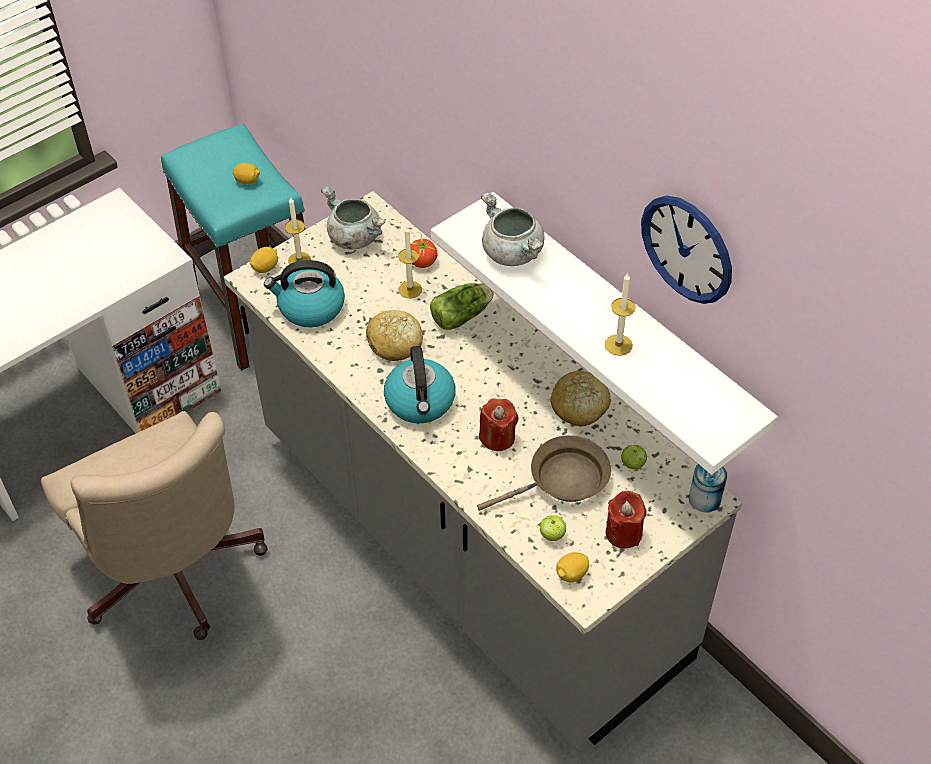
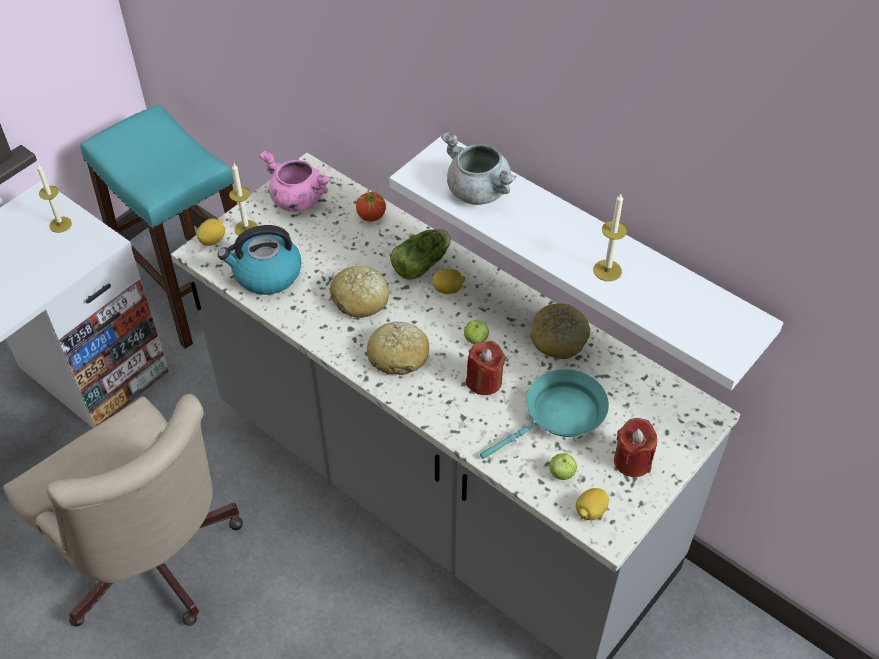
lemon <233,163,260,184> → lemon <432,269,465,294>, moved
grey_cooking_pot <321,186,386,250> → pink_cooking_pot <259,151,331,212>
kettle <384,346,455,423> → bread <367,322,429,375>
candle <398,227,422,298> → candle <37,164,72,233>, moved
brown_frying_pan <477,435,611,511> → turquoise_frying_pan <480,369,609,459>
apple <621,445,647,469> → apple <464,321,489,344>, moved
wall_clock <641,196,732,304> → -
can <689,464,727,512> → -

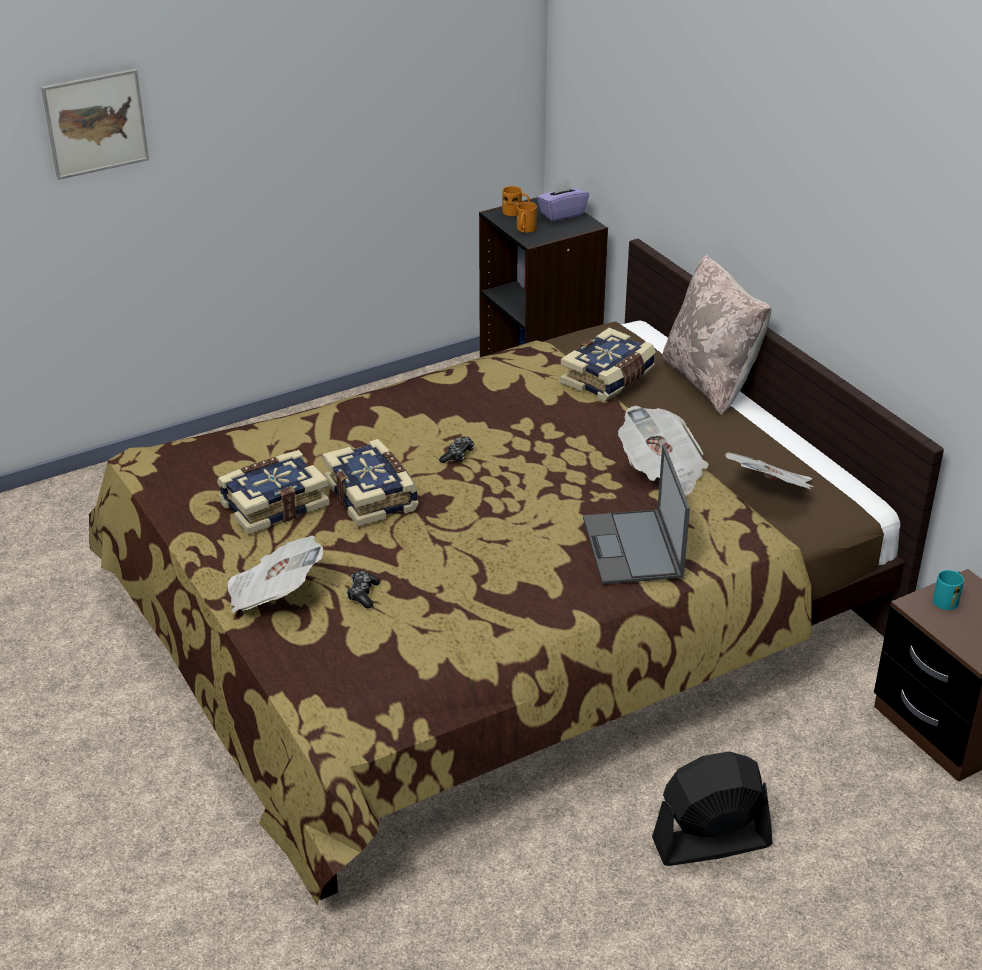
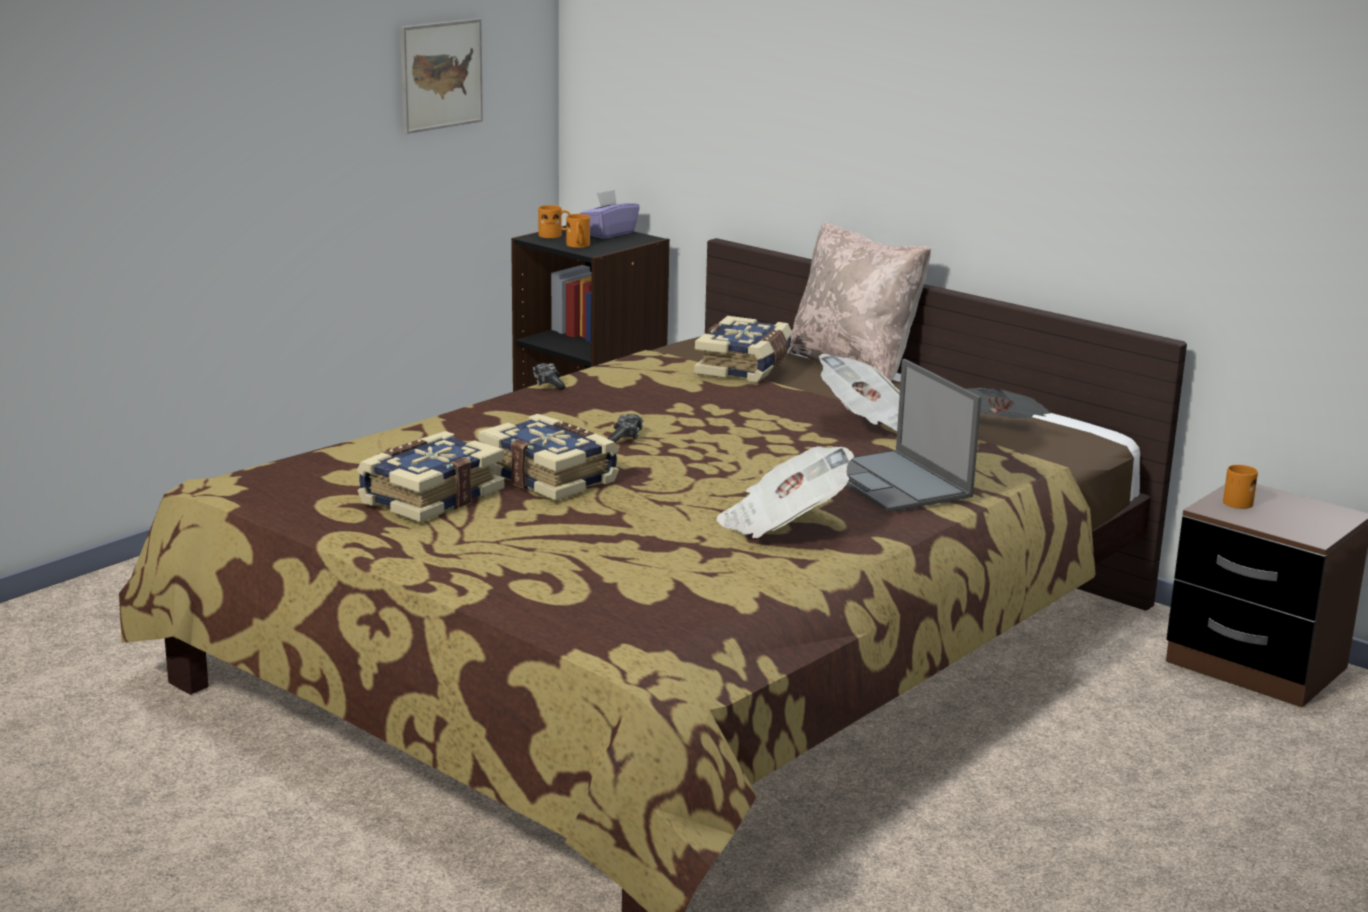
picture <41,69,149,180> → picture <400,18,483,134>, moved
newspaper <227,536,323,613> → newspaper <716,446,854,538>, moved
game_controller <346,571,380,608> → game_controller <533,363,566,390>, moved
black_fan <652,751,772,866> → -
turquoise_mug <933,570,964,610> → orange_mug <1223,465,1258,509>

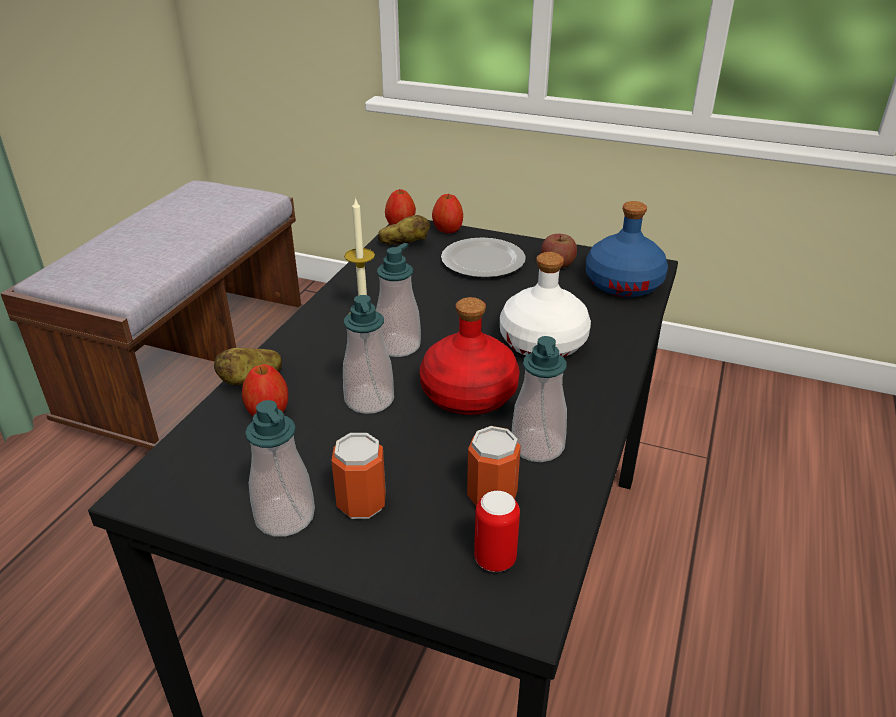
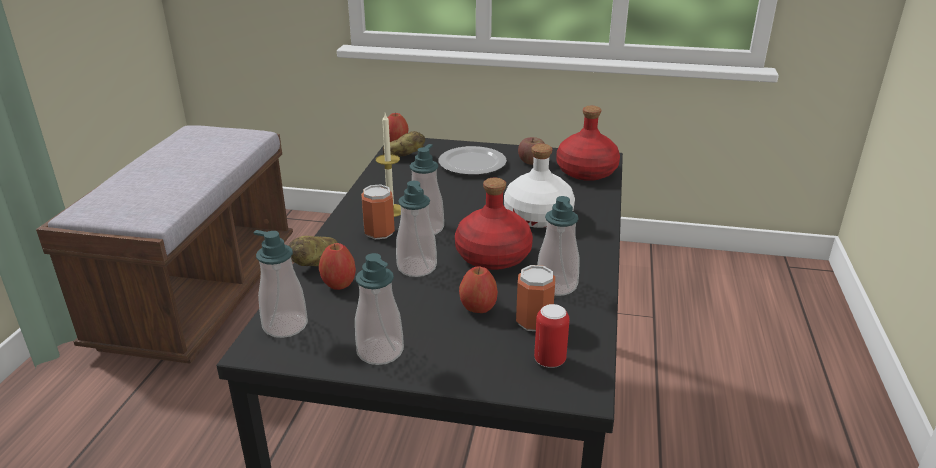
can <331,433,386,519> → can <361,184,395,239>, moved
apple <432,194,463,233> → apple <459,266,498,313>, moved
blue_bottle <586,201,668,297> → red_bottle <556,106,620,181>
- → soap_dispenser <253,230,308,338>

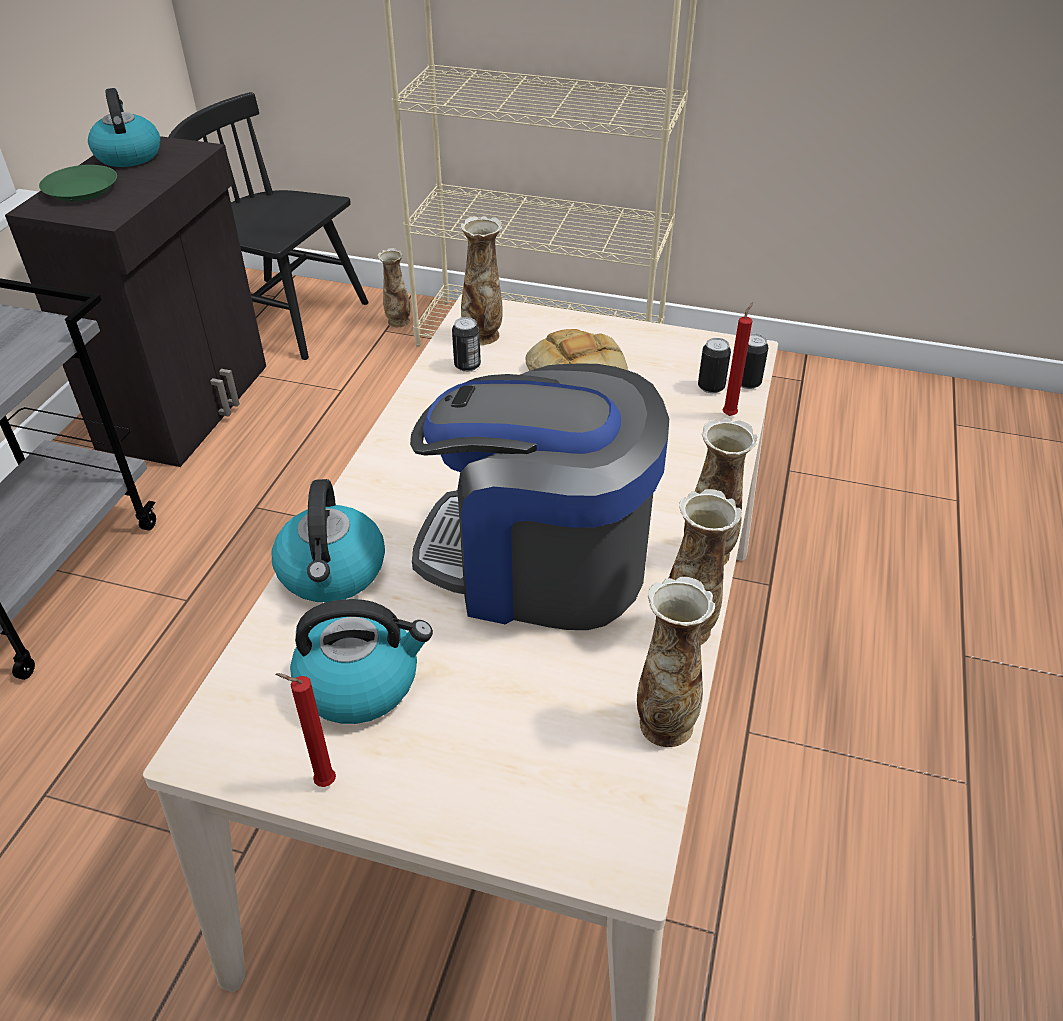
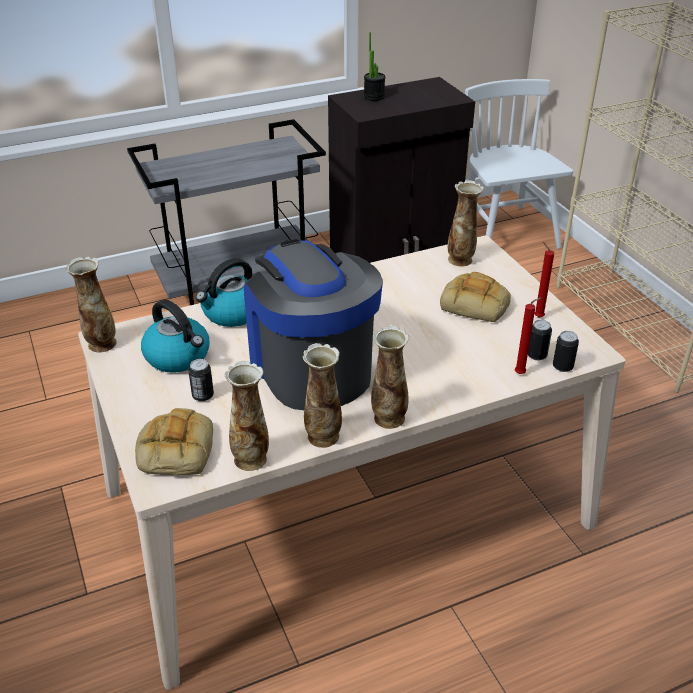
green_plate <39,165,117,202> → potted_plant <364,32,385,101>
kettle <88,88,160,167> → -
black_chair <168,92,369,360> → white_chair <465,79,573,249>
red_candle <276,673,336,787> → red_candle <534,242,554,317>, moved
vase <377,248,410,327> → vase <65,256,117,352>, moved
can <452,317,481,372> → can <188,359,214,402>, moved
- → bread <135,408,213,475>

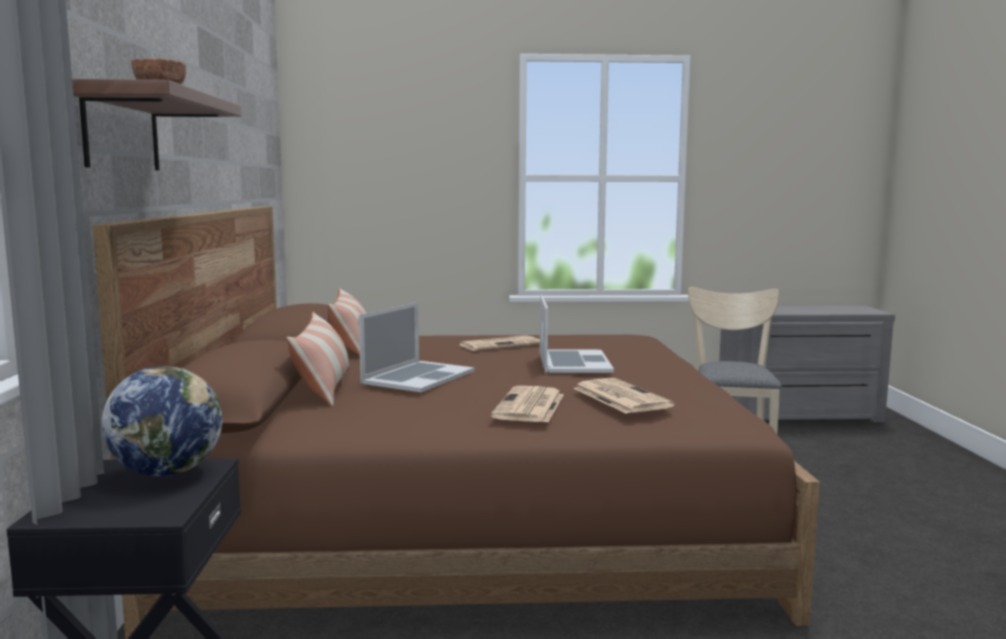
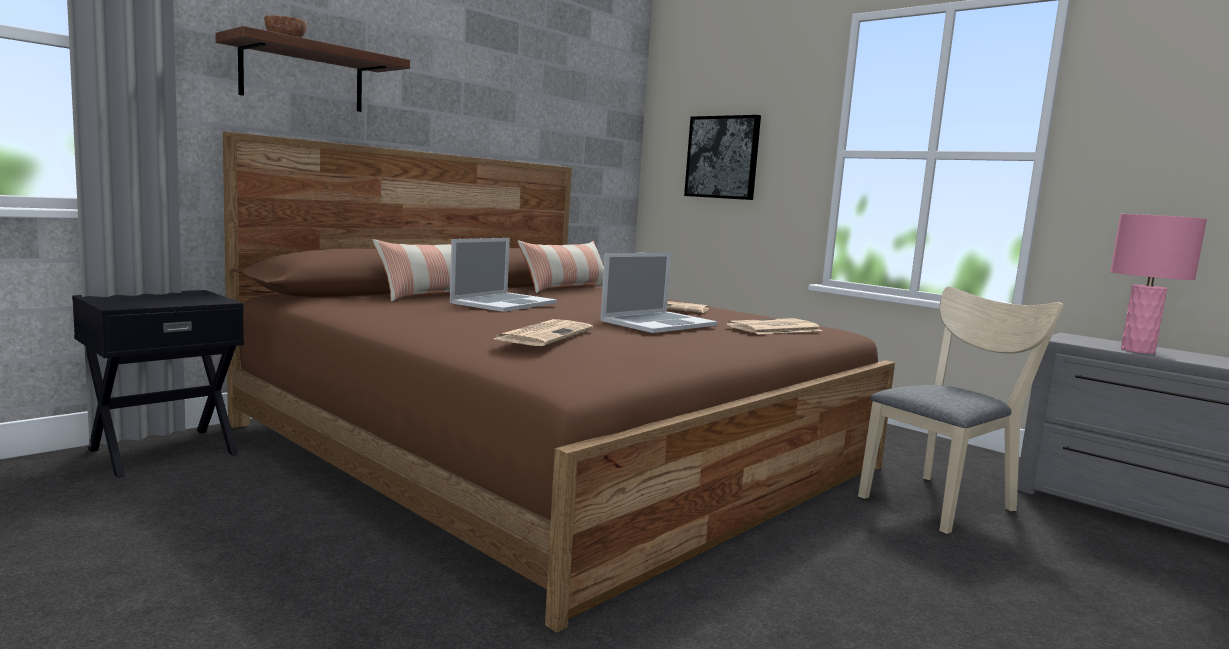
globe <102,366,222,477> → -
laptop <359,302,474,392> → laptop <450,238,557,312>, 45 degrees counterclockwise
newspaper <491,386,564,422> → newspaper <726,318,822,334>, moved
- → picture <684,115,761,200>
- → pink_table_lamp <1110,214,1207,354>

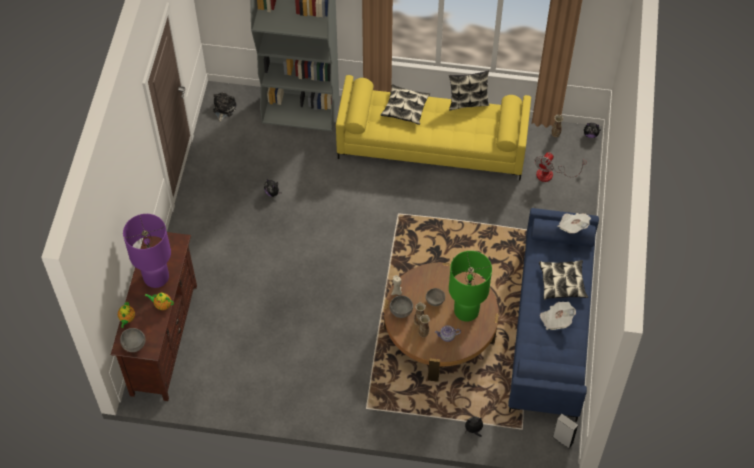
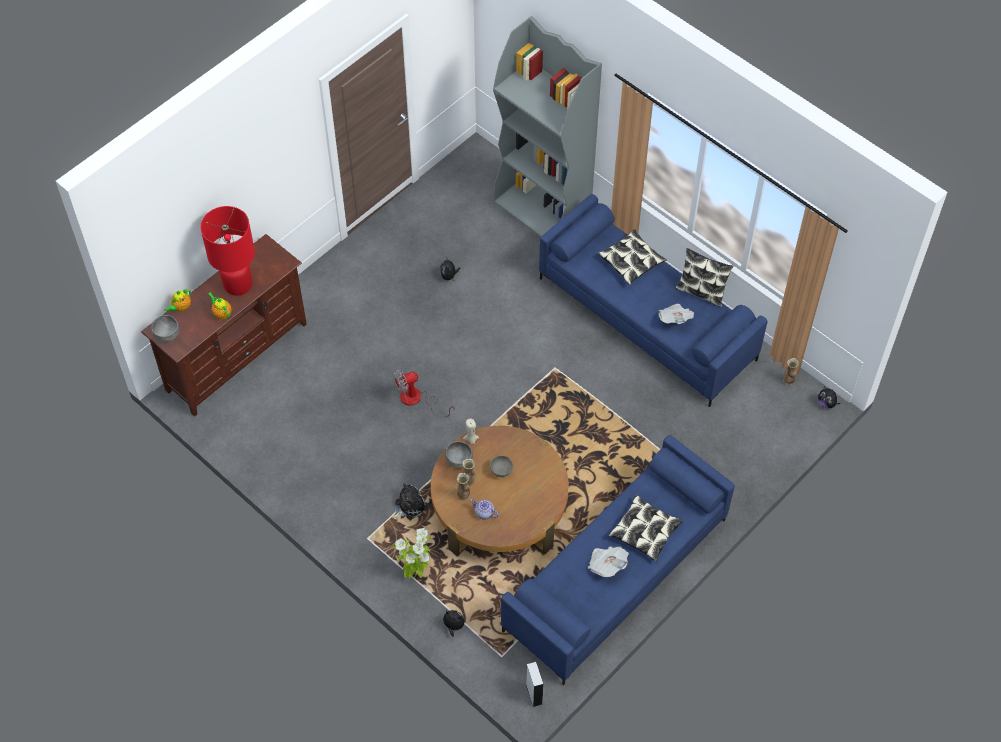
purple_table_lamp <123,214,171,288> → red_table_lamp <200,206,255,296>
plush_toy <213,92,237,122> → plush_toy <393,484,428,520>, moved
yellow_sofa <336,75,531,180> → blue_sofa <539,194,768,407>
green_table_lamp <449,251,492,322> → -
fan <535,152,587,182> → fan <394,369,455,417>, moved
newspaper <557,213,591,233> → newspaper <659,304,694,324>, moved
- → potted_plant <391,528,431,578>

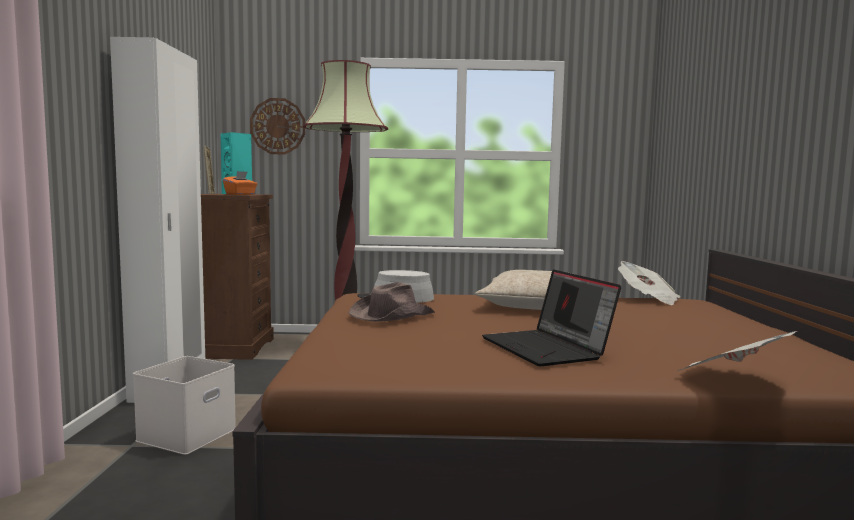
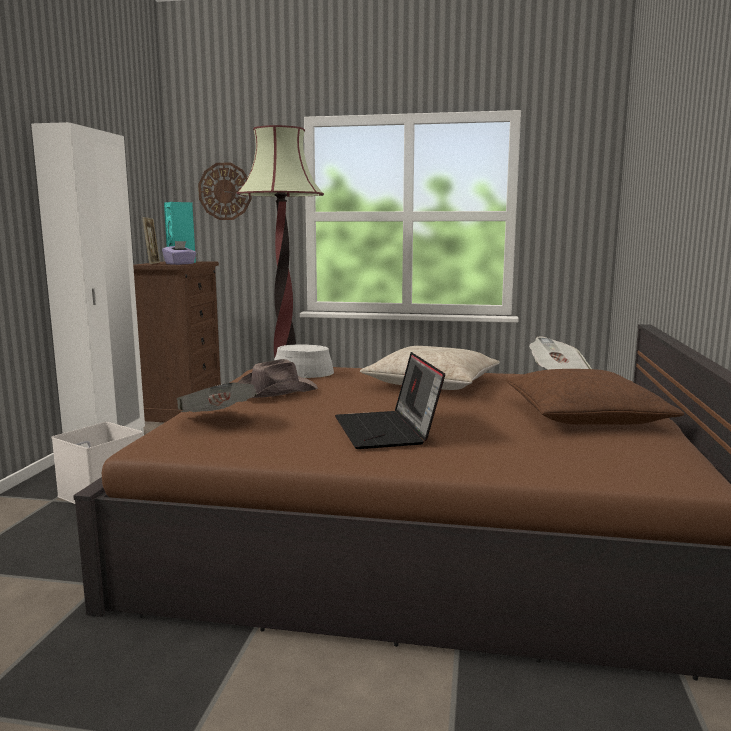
orange_tissue_box <223,171,257,195> → purple_tissue_box <162,241,196,265>
newspaper <677,331,797,371> → newspaper <176,382,257,412>, moved
- → brown_pillow <506,369,685,425>

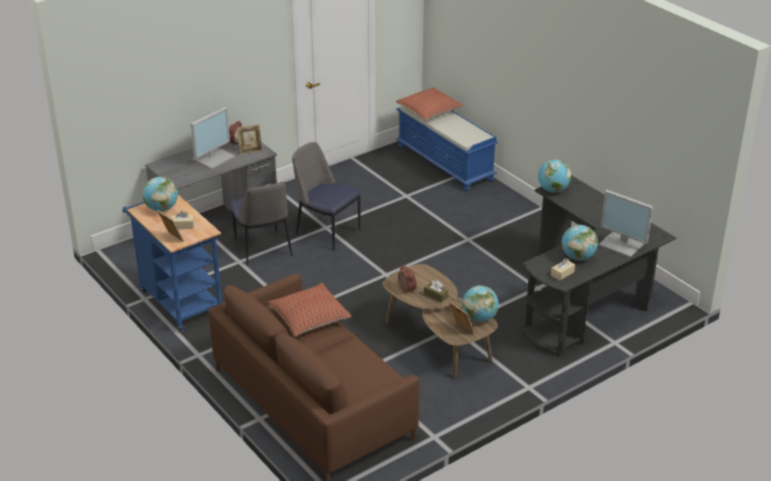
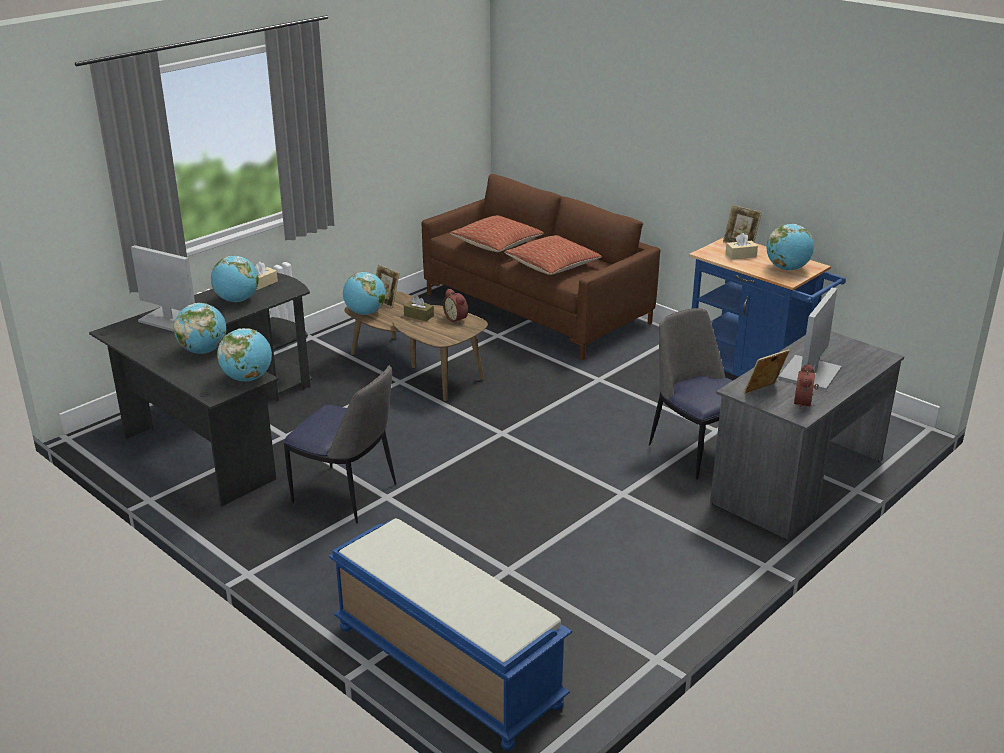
chair <292,142,361,250> → chair <283,365,396,523>, moved
pillow <396,87,463,120> → pillow <450,215,544,252>, moved
- → globe <174,303,226,354>

